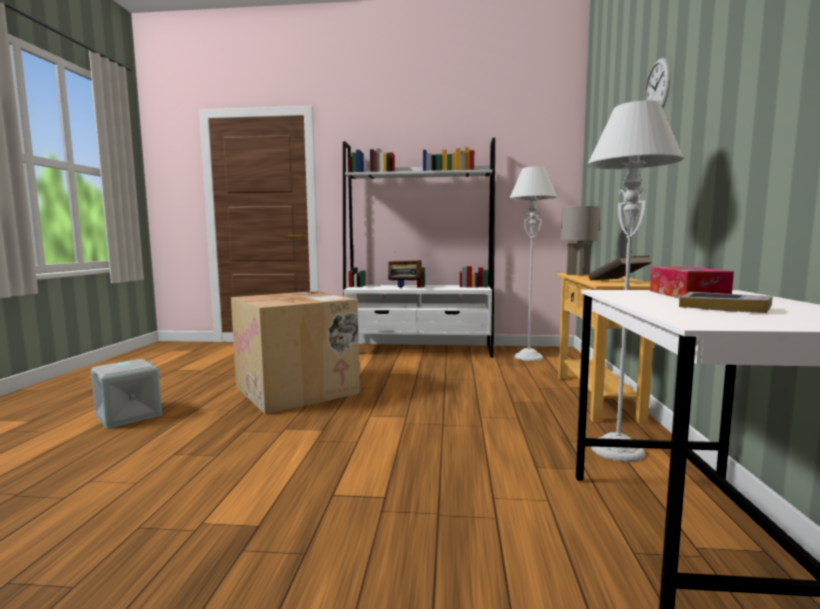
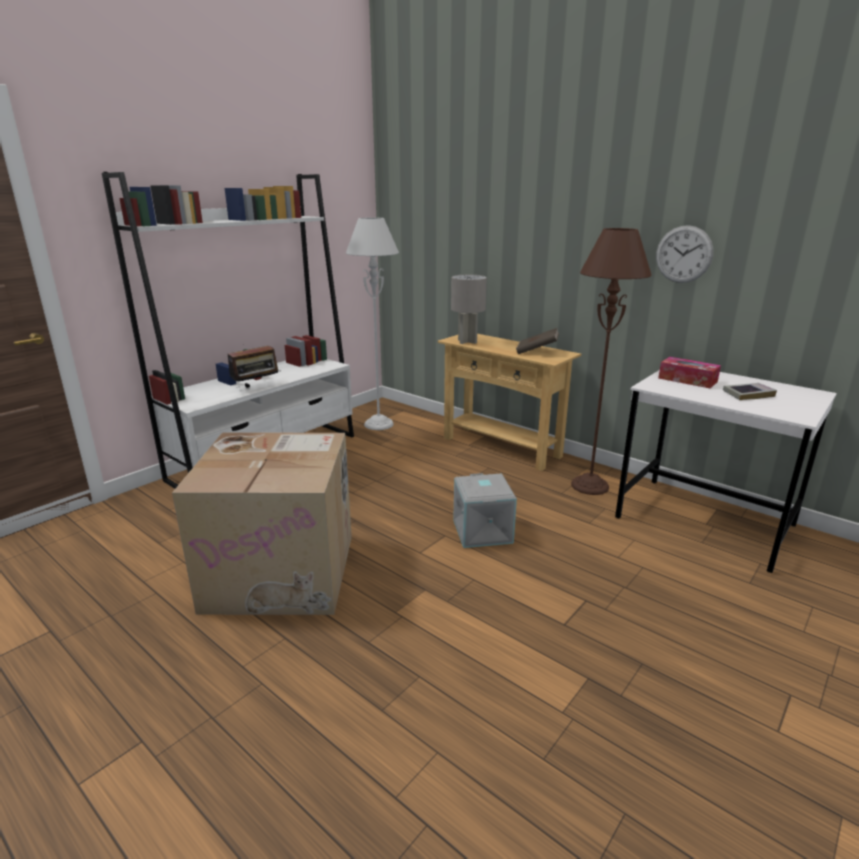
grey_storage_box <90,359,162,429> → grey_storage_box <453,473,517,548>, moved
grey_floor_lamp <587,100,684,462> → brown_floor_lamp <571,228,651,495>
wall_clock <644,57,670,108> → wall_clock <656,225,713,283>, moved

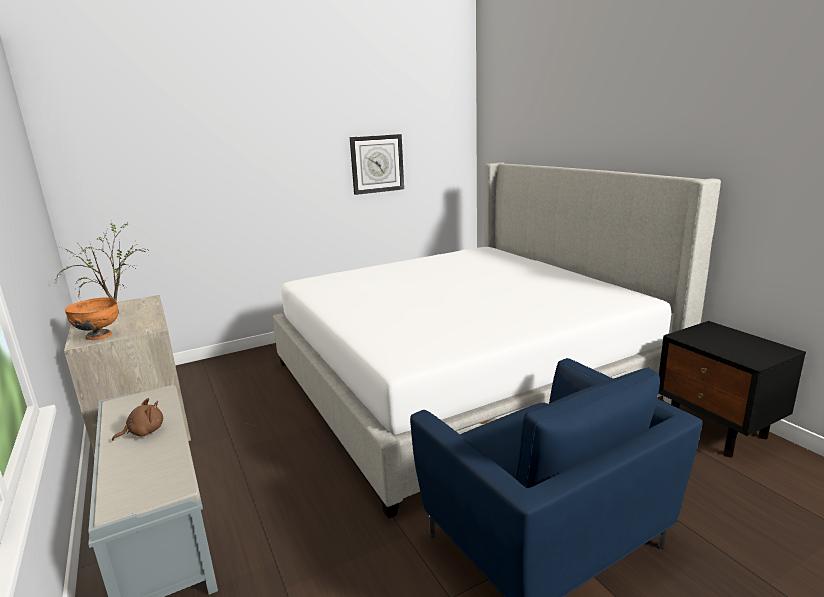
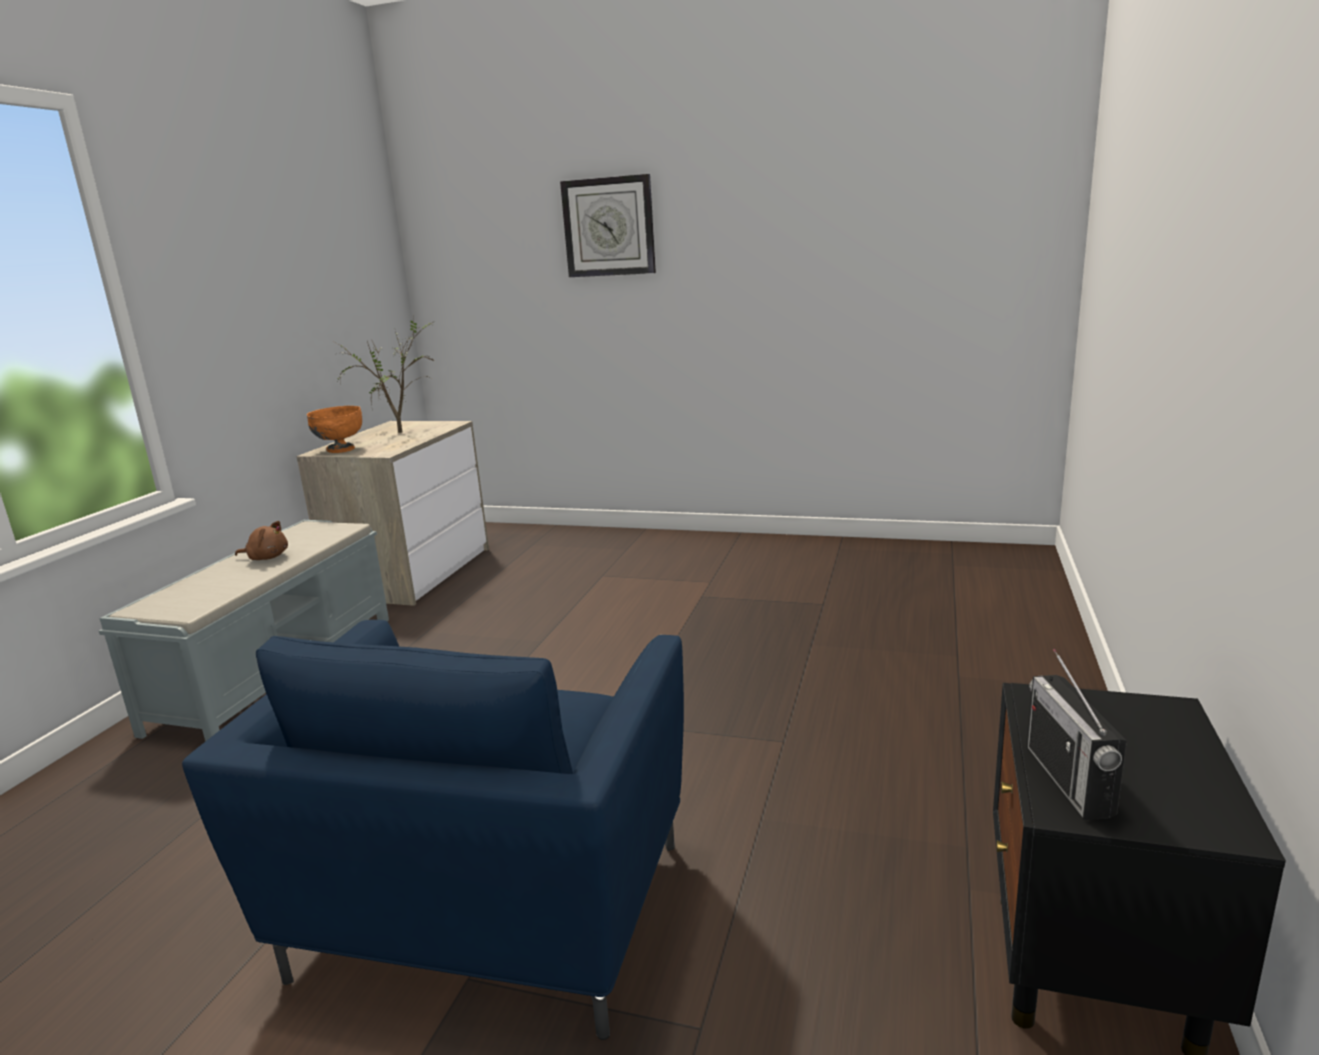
bed <272,162,721,519> → -
wall_clock <350,134,404,195> → wall_clock <560,174,656,277>, moved
- → radio <1027,649,1127,820>

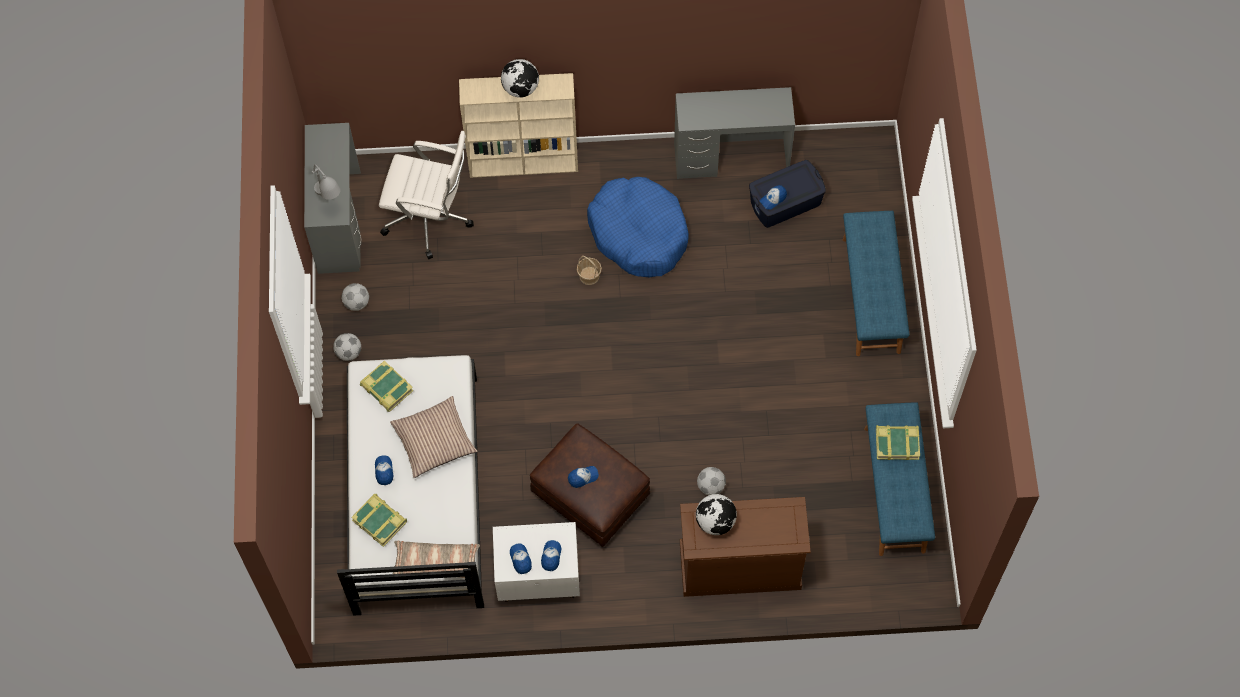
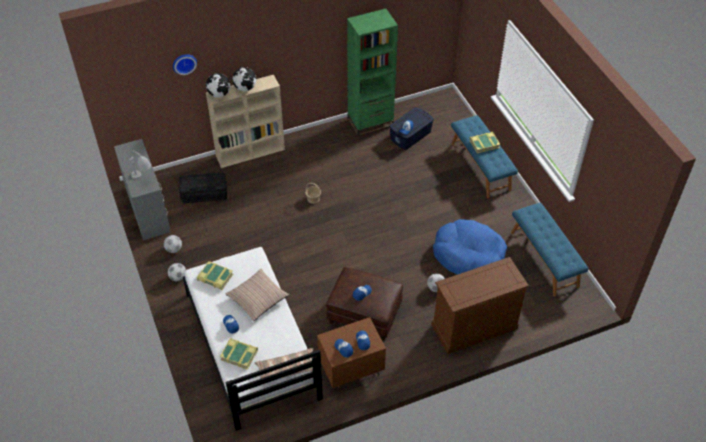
white_office_chair <379,131,474,259> → black_storage_box <179,173,227,203>
white_nightstand <493,522,580,602> → brown_nightstand <317,317,386,391>
blue_dog_bed <587,177,689,277> → blue_dog_bed <433,219,507,275>, moved
grey_desk <674,87,795,179> → green_bookcase <347,8,398,136>
globe <696,494,737,535> → globe <206,73,230,98>, moved
book <876,425,920,460> → book <469,132,500,154>, moved
- → wall_clock <173,54,197,75>

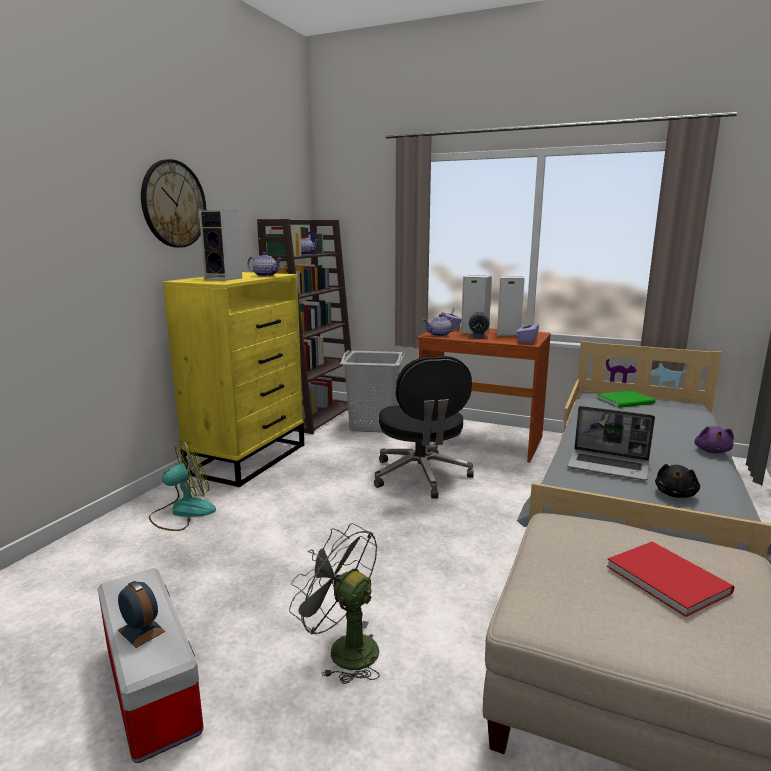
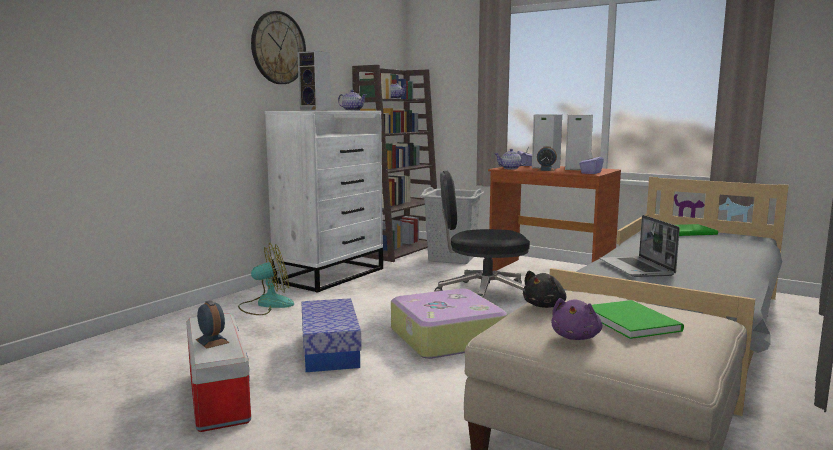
yellow_dresser <163,272,304,487> → white_dresser <265,111,383,293>
grey_fan <289,523,380,684> → -
black_office_chair <374,356,474,499> → black_office_chair <435,171,530,298>, 90 degrees clockwise
laptop <567,406,655,480> → laptop <599,215,680,277>, 45 degrees clockwise
red_book <607,542,734,617> → green_book <592,300,684,339>
black_plush_toy <655,464,700,498> → black_plush_toy <523,271,566,308>, moved
purple_plush_toy <694,426,734,453> → purple_plush_toy <552,298,602,340>, moved
- → storage_box <301,298,362,372>
- → suitcase <391,288,508,359>

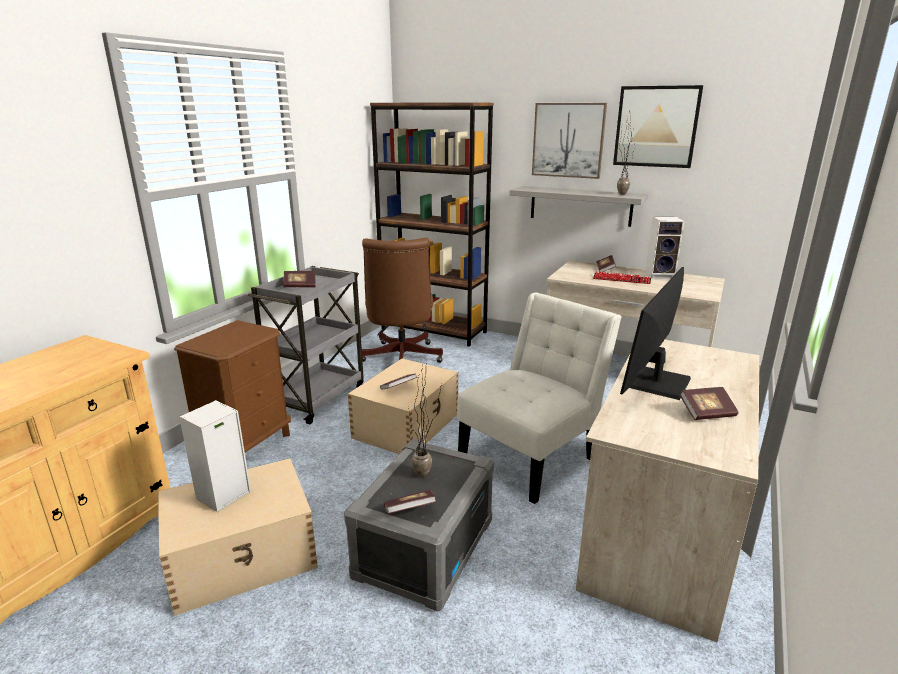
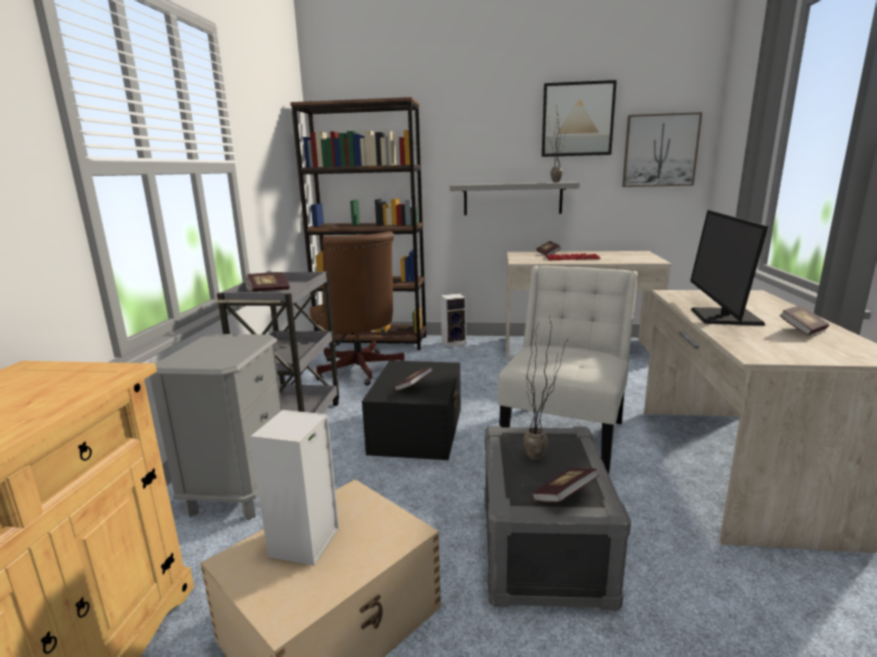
brown_nightstand <174,320,291,453> → grey_nightstand <150,334,282,520>
beige_storage_box <348,358,458,454> → black_storage_box <362,360,461,460>
picture <532,103,607,179> → picture <622,112,702,187>, moved
speaker <645,217,684,279> → speaker <441,293,466,347>, moved

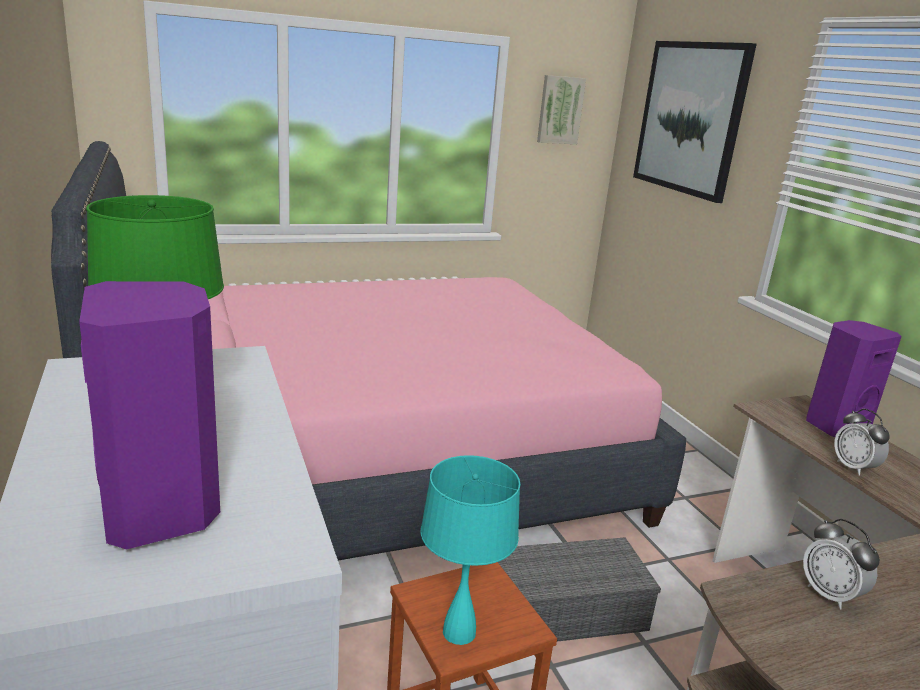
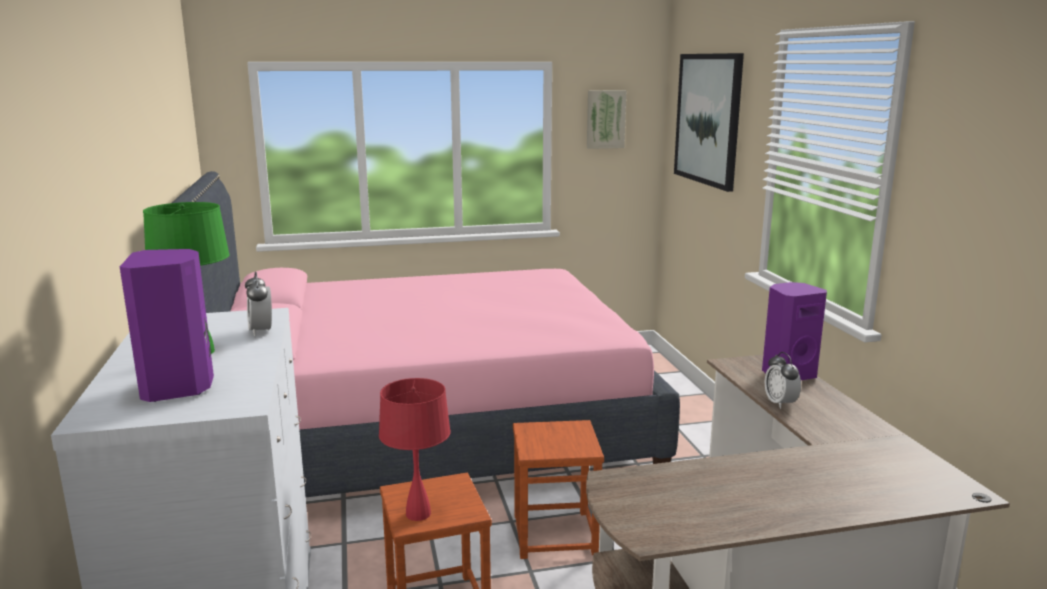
turquoise_table_lamp <421,455,520,645> → red_table_lamp <379,378,451,521>
grey_storage_box <498,537,661,642> → brown_stool <513,420,604,559>
alarm_clock <803,519,880,610> → alarm_clock <245,271,272,336>, moved

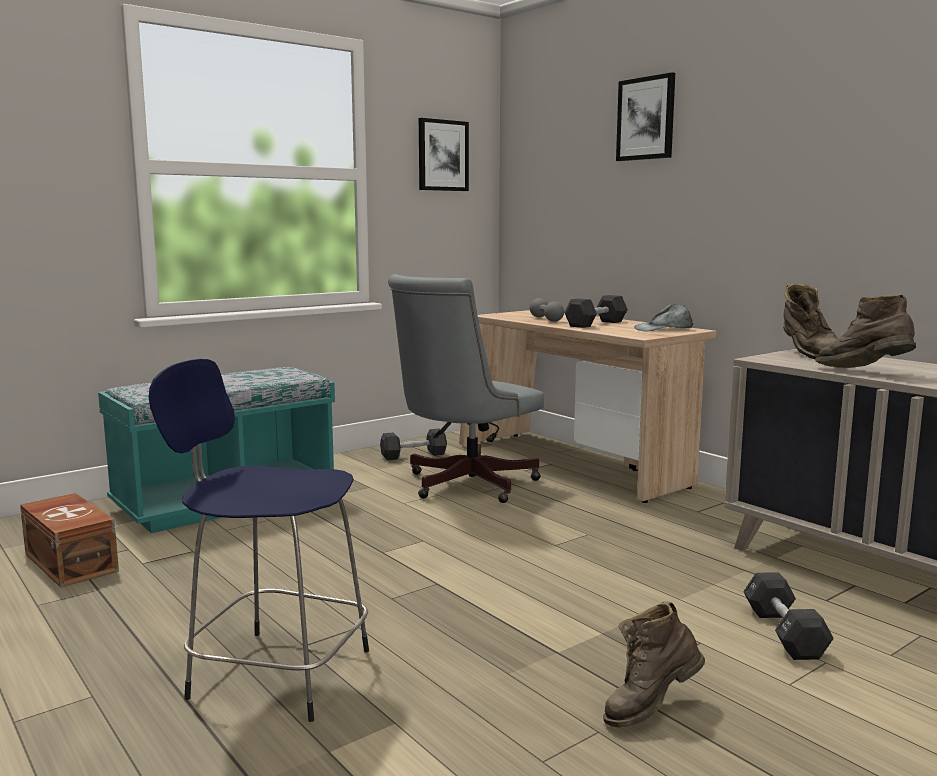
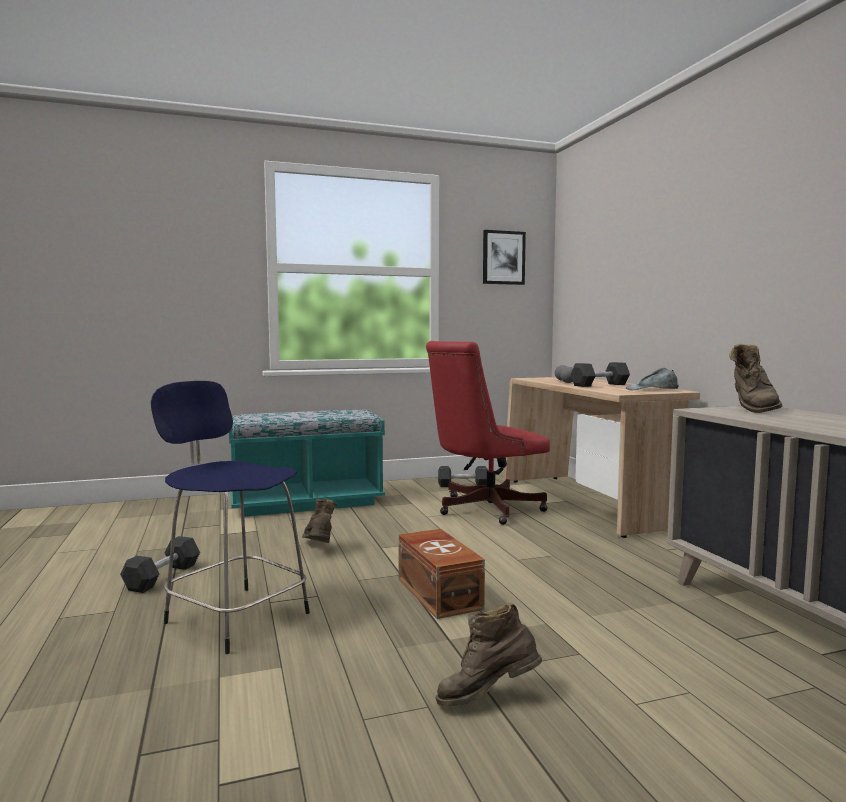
brown_storage_box <20,493,119,588> → brown_storage_box <398,529,485,619>, moved
grey_office_chair <388,274,544,503> → red_office_chair <426,341,550,525>
picture <616,72,675,161> → -
black_dumbbell <743,572,834,660> → black_dumbbell <120,536,200,593>, moved
brown_boot <815,294,916,368> → brown_boot <302,498,338,543>, moved

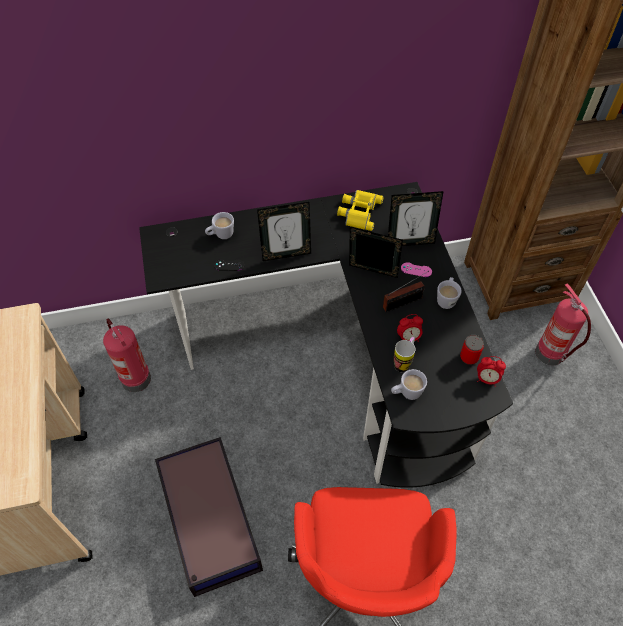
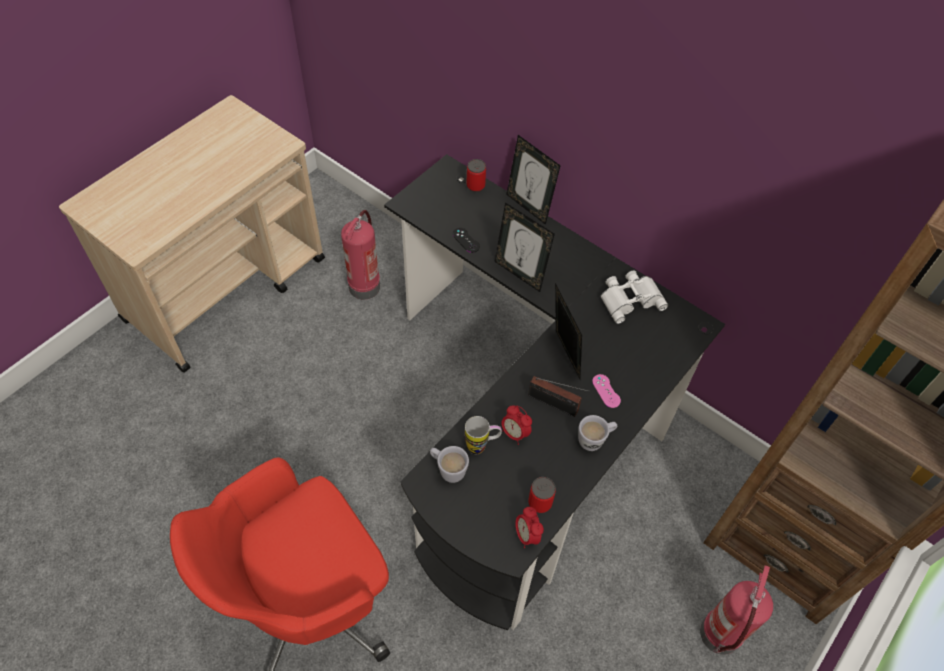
storage_box <155,437,263,597> → -
white_mug <205,212,234,239> → -
yellow_binoculars <337,190,384,231> → white_binoculars <600,271,668,324>
picture_frame <388,191,444,246> → picture_frame <506,135,561,225>, moved
- → can <466,159,486,192>

